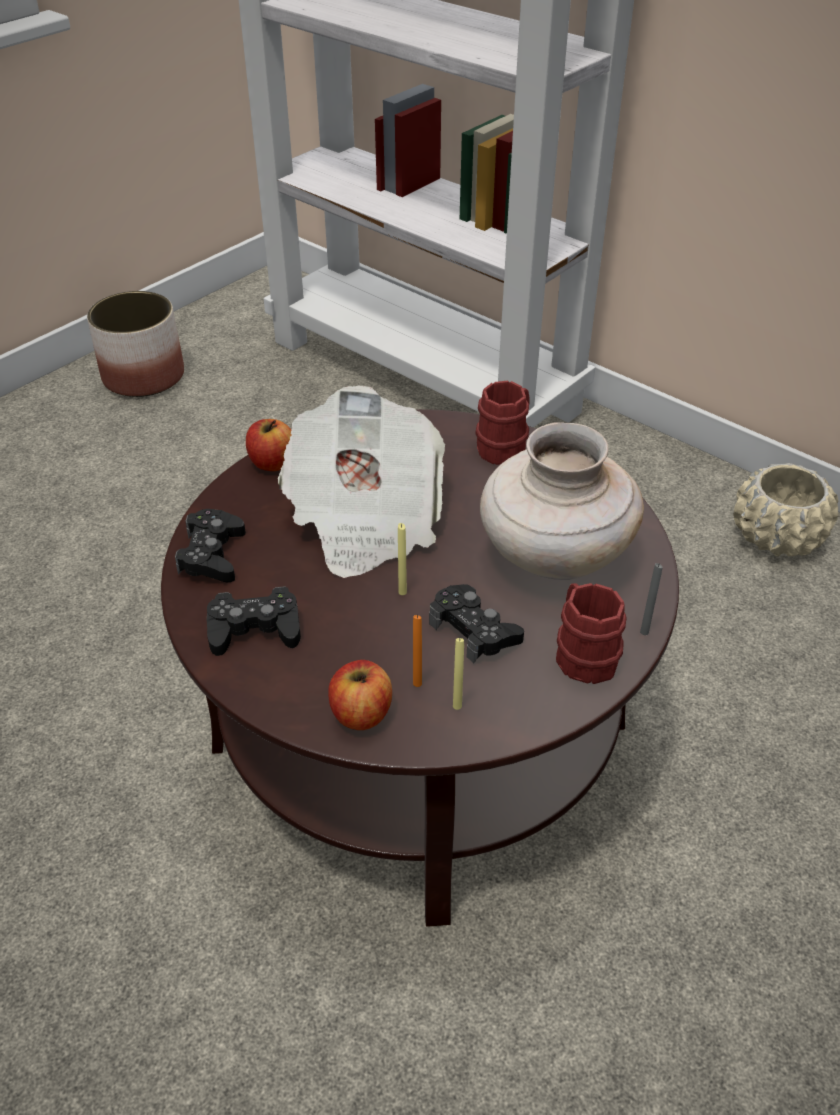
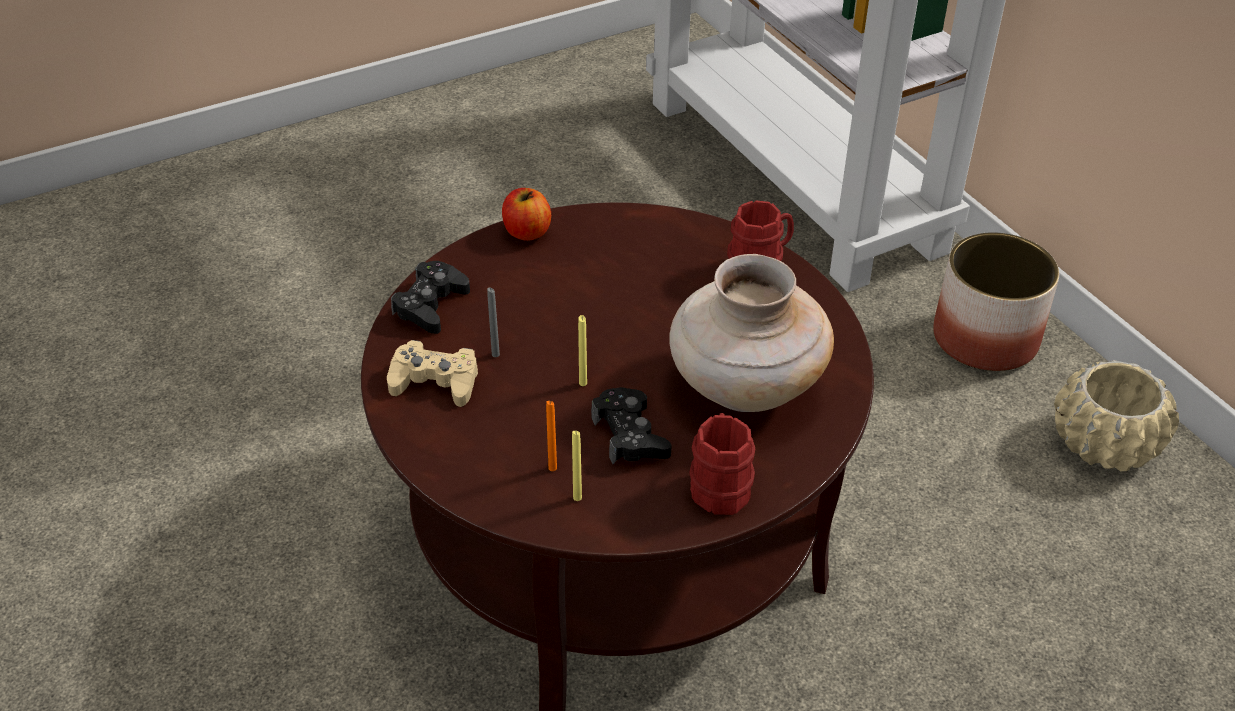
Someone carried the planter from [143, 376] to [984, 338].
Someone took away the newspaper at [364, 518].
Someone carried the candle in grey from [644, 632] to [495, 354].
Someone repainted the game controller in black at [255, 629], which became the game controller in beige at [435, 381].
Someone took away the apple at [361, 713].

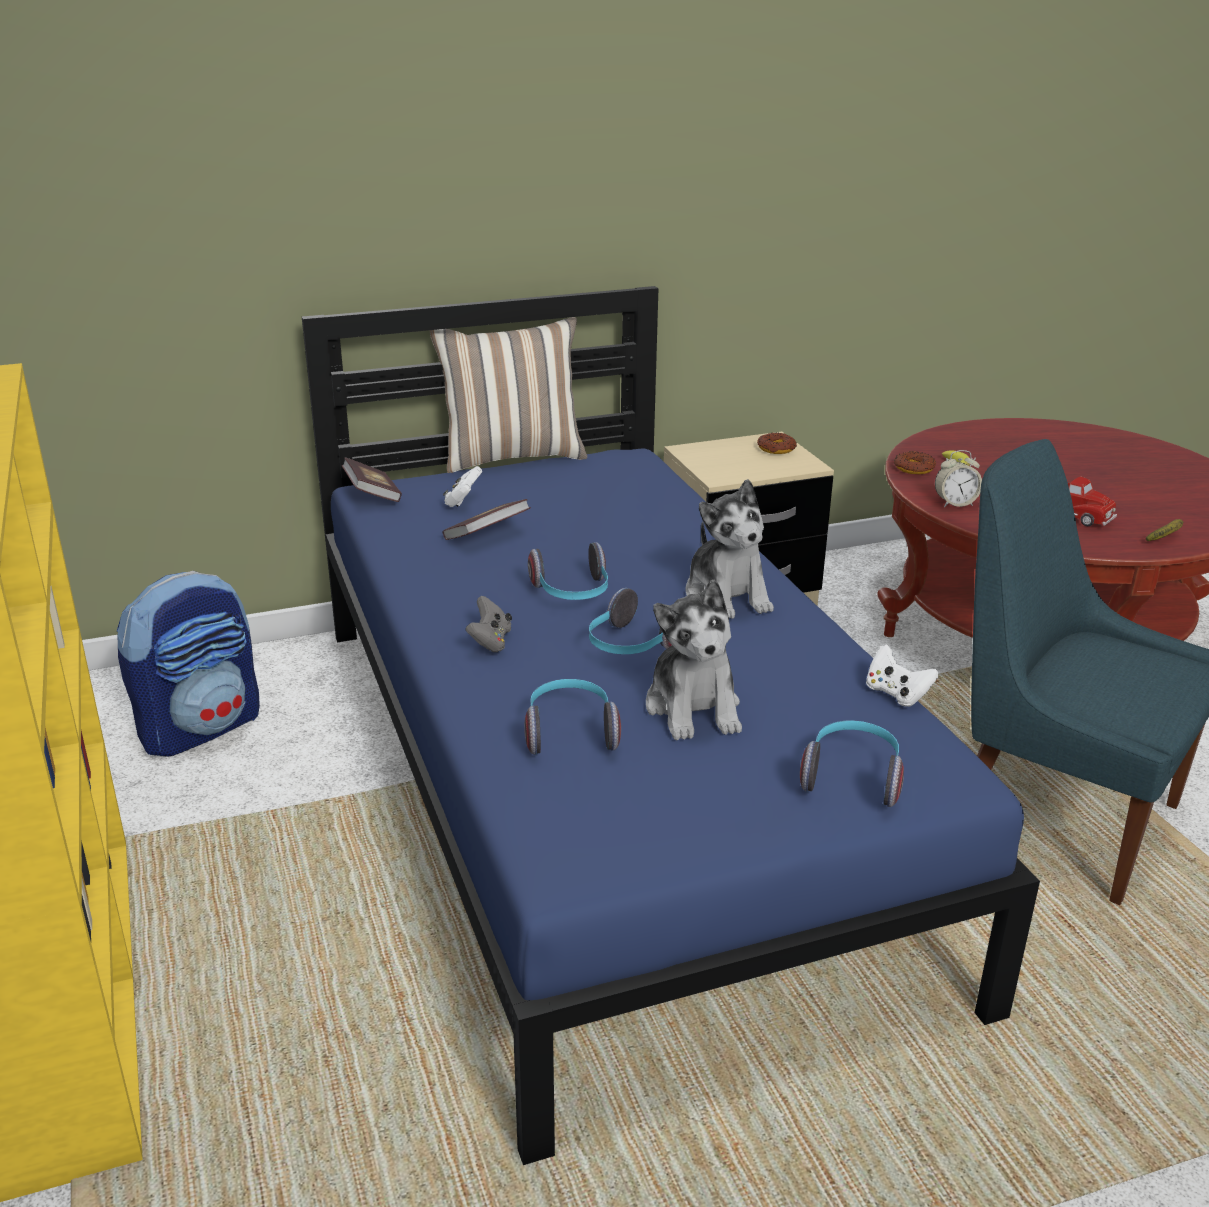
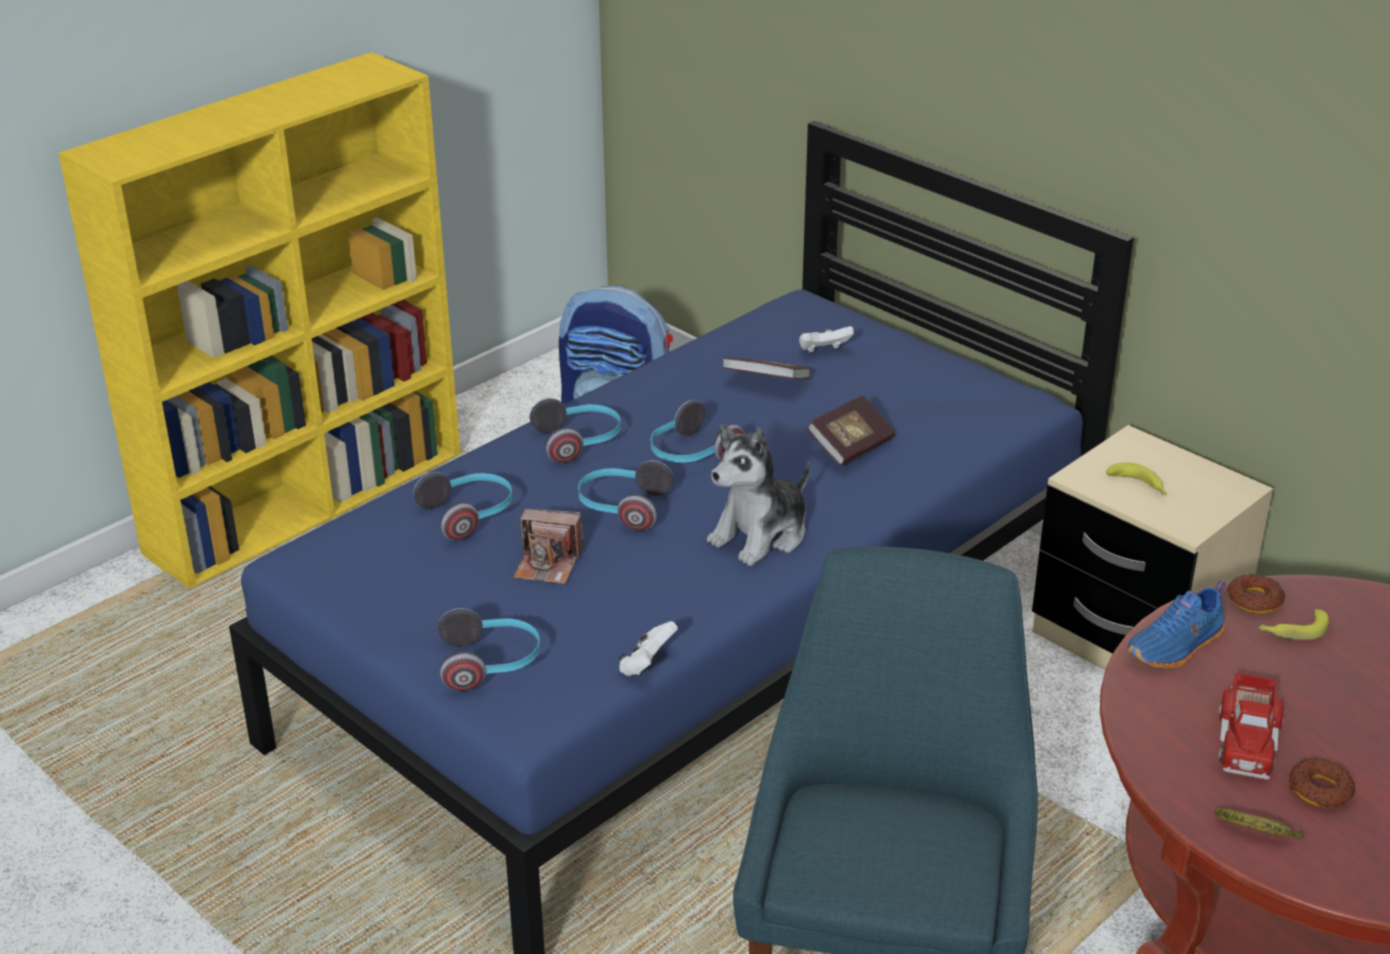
Someone took away the pillow at [512, 456].
Someone carried the donut from [776, 448] to [1320, 790].
Someone swapped the alarm clock at [955, 503] for the shoe in blue at [1176, 647].
Someone carried the book from [372, 495] to [850, 446].
Someone swapped the plush toy at [694, 708] for the photo camera at [548, 564].
Someone swapped the game controller in grey at [490, 641] for the headphones at [579, 442].
Someone put down the banana at [1139, 486].

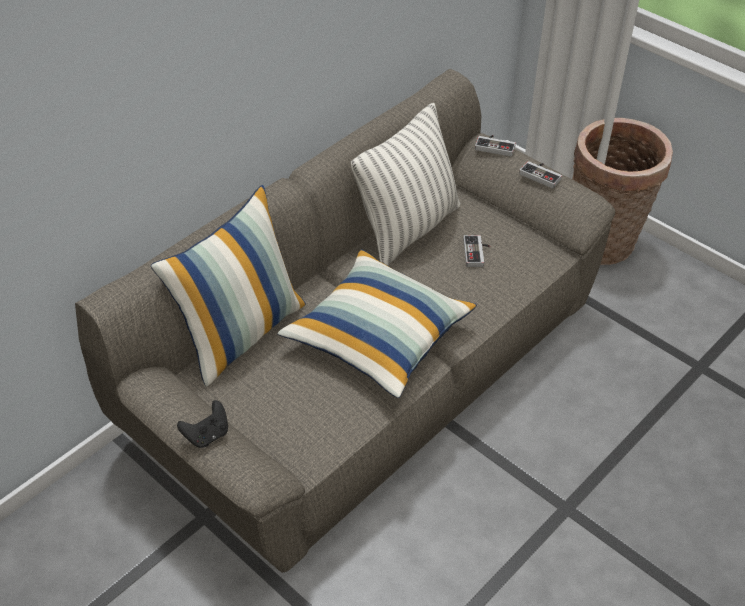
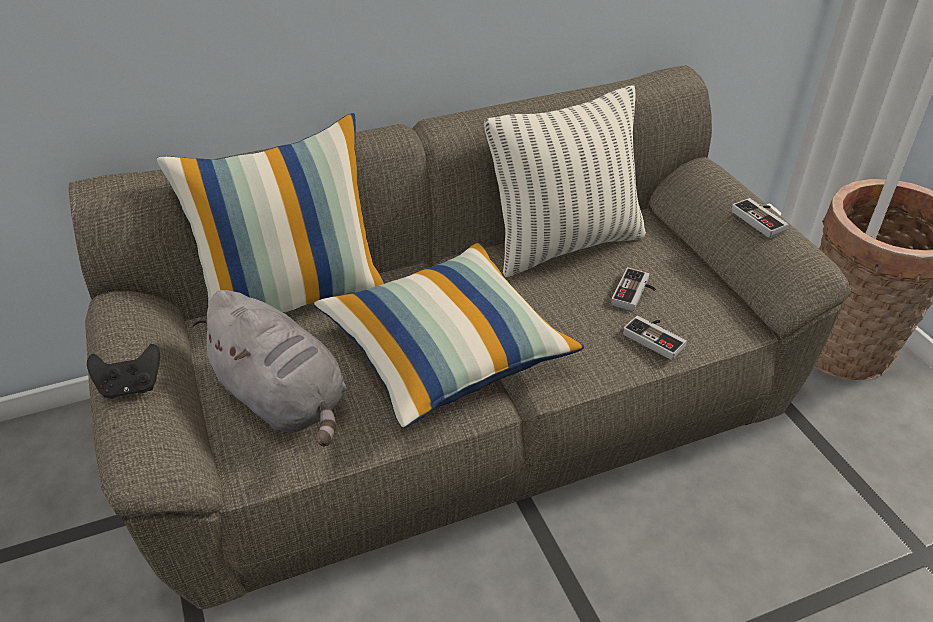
Someone carried the game controller from [495, 146] to [656, 337].
Someone put down the plush toy in grey at [284, 400].

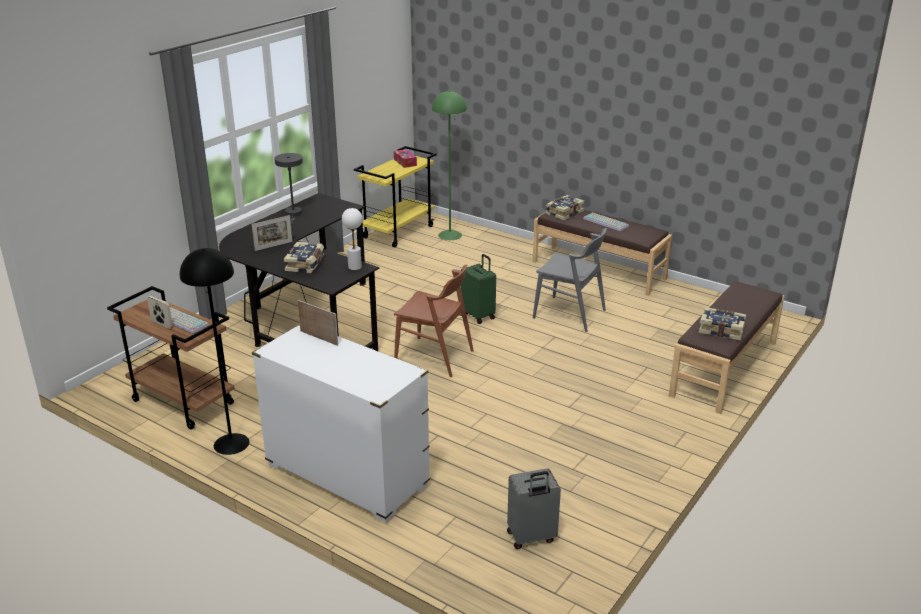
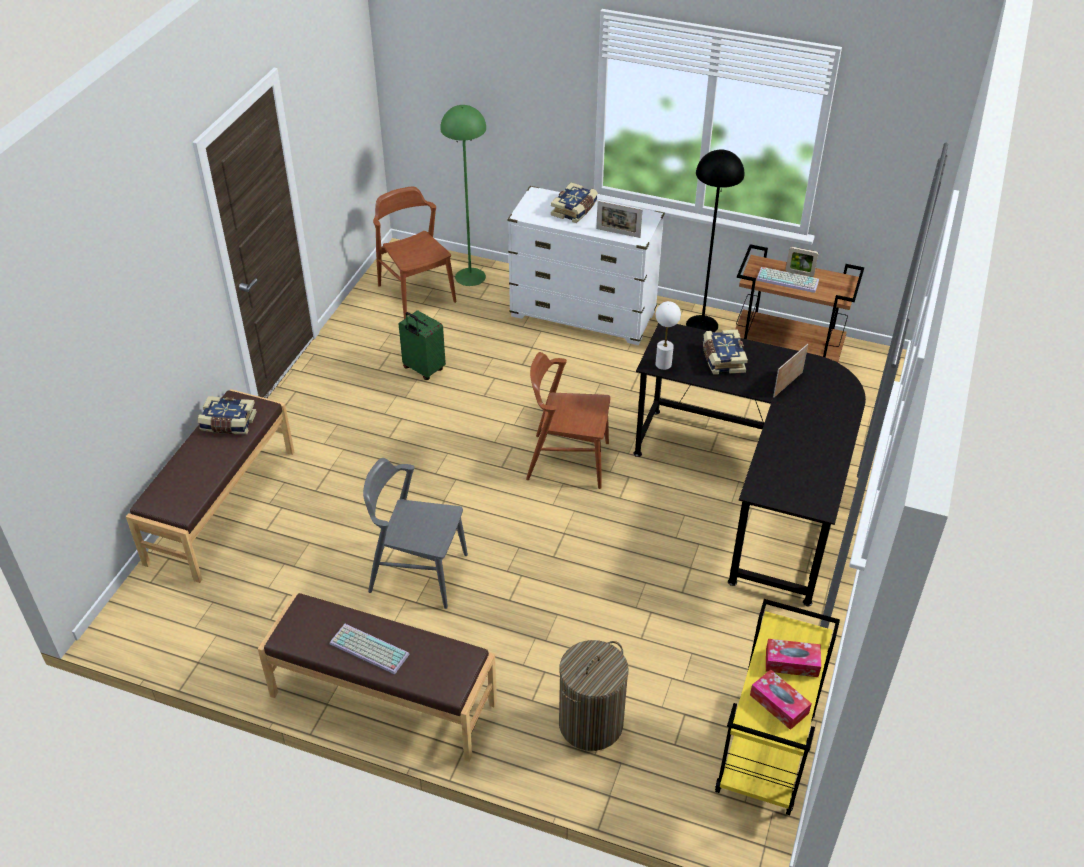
Someone carried the floor lamp in green from [449, 235] to [470, 276].
Someone took away the table lamp in grey at [293, 214].
Someone carried the book from [564, 213] to [575, 210].
Someone carried the suitcase in green from [479, 315] to [423, 369].
Someone swapped the suitcase in grey at [531, 537] for the chair in brown at [416, 293].
Someone put down the tissue box at [791, 663].
Someone put down the laundry basket at [591, 723].

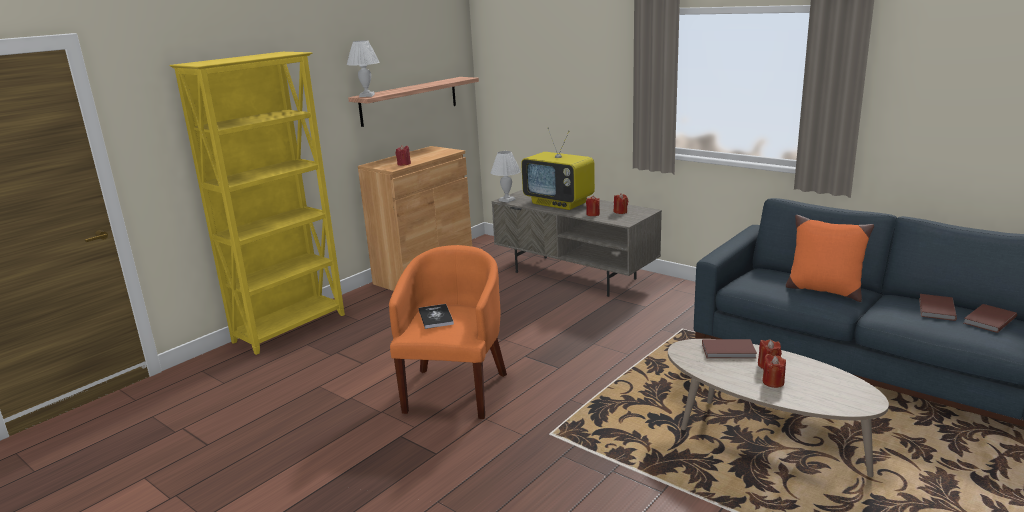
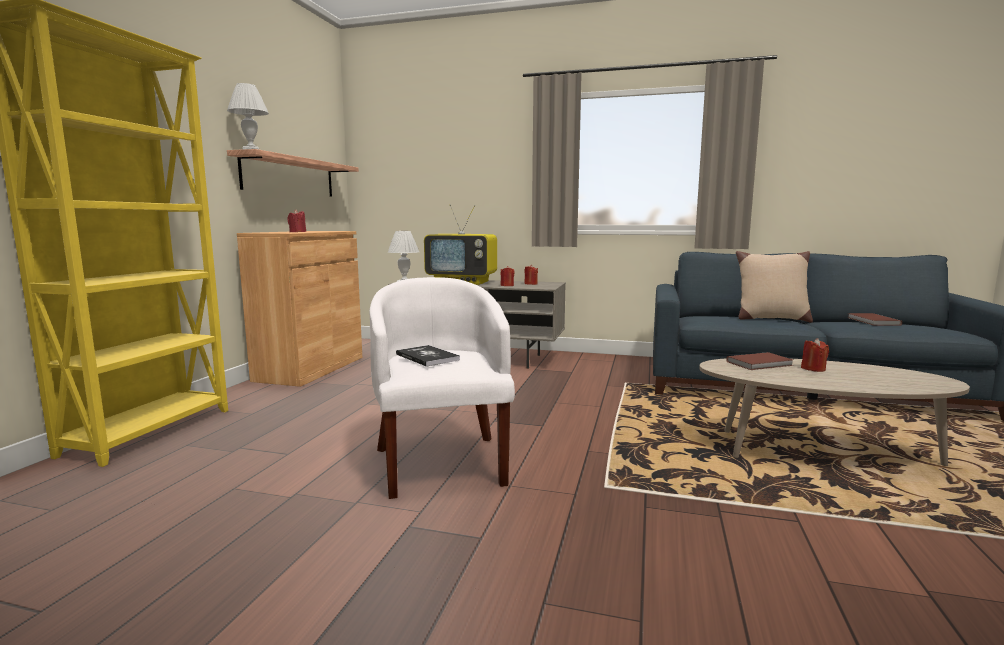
Someone repainted the pillow in orange at [823, 290], which became the pillow in beige at [770, 319].
Someone repainted the armchair in orange at [455, 390], which became the armchair in white at [441, 462].
Someone took away the book in brown at [988, 320].
Someone took away the candle in red at [773, 382].

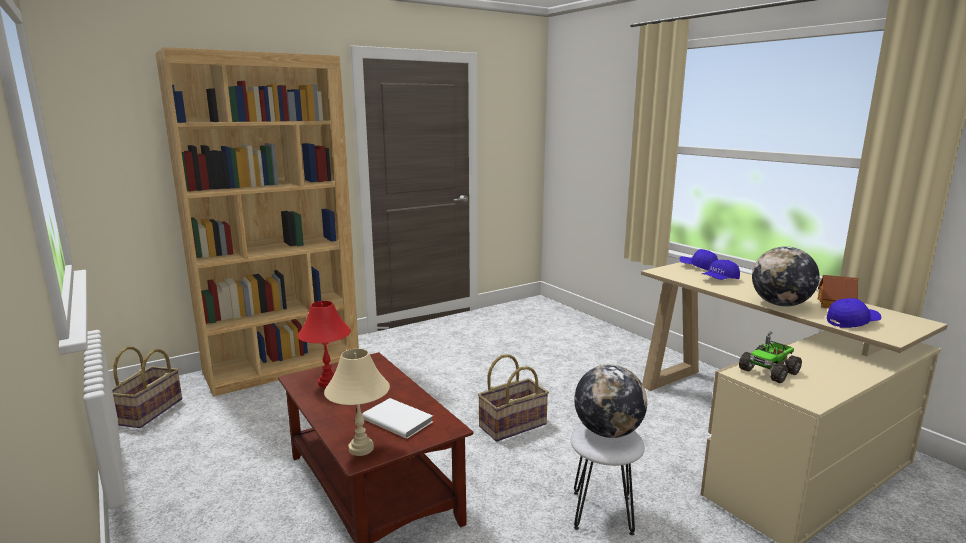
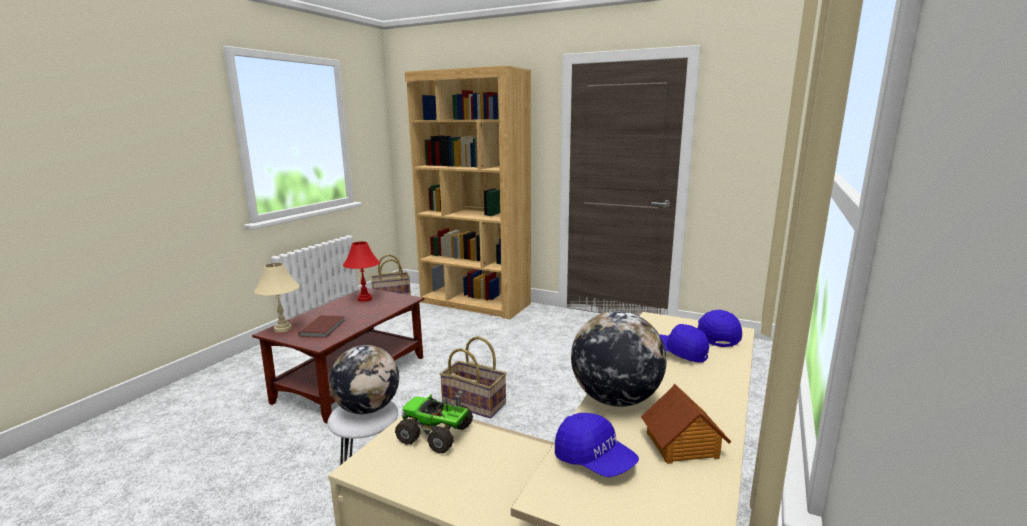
Someone repainted the book in white at [398, 419], which became the book in brown at [324, 328].

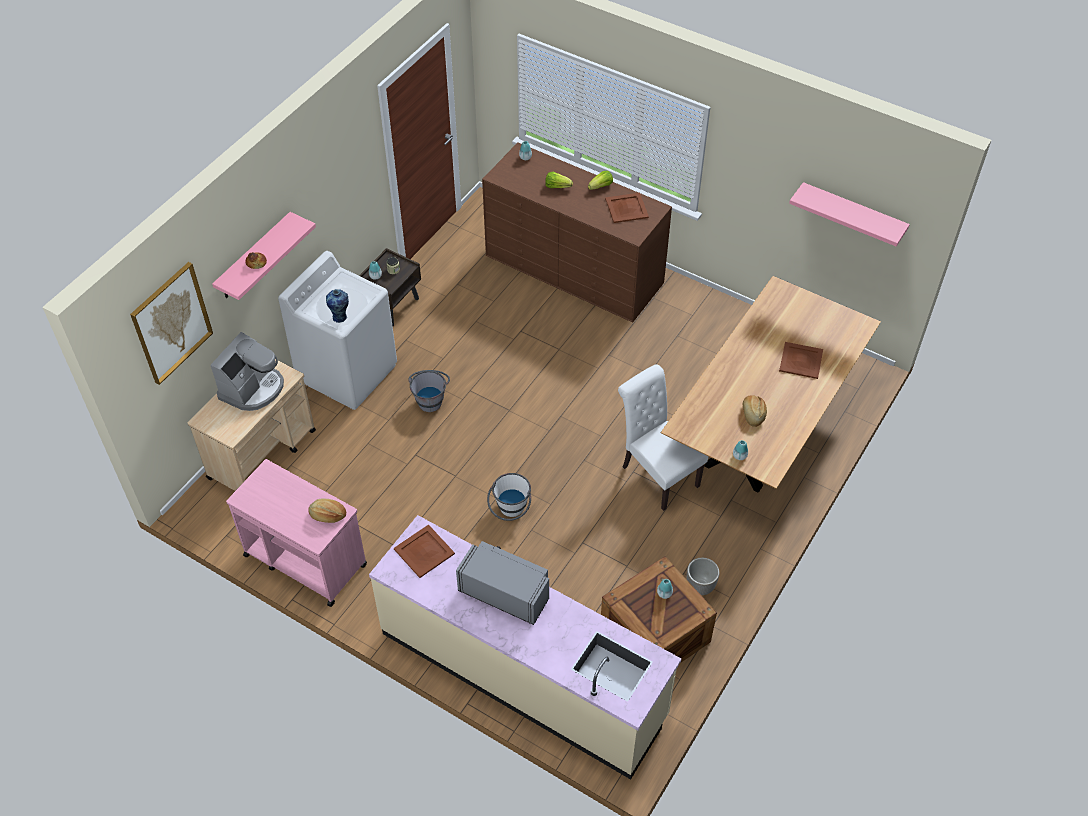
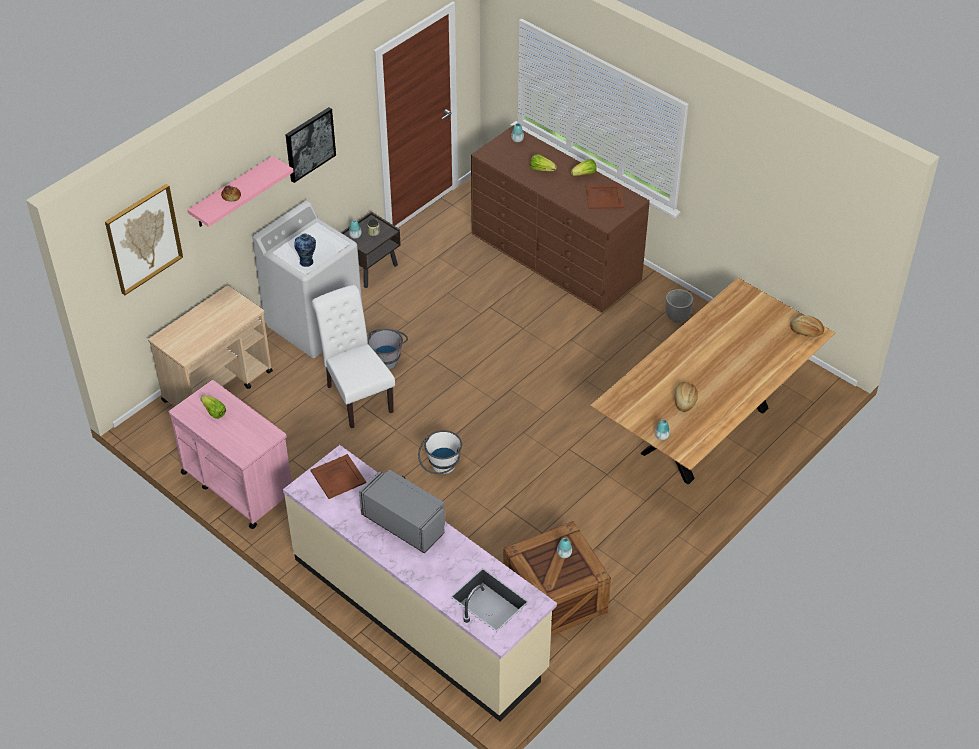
Someone took away the shelf in pink at [852, 213].
Someone took away the coffee machine at [253, 389].
Someone took away the tray in brown at [800, 360].
Someone carried the chair in white from [656, 473] to [357, 396].
Someone carried the bread from [327, 515] to [806, 331].
Someone carried the planter from [700, 586] to [677, 317].
Someone put up the picture at [309, 144].
Someone put down the lettuce at [214, 412].

